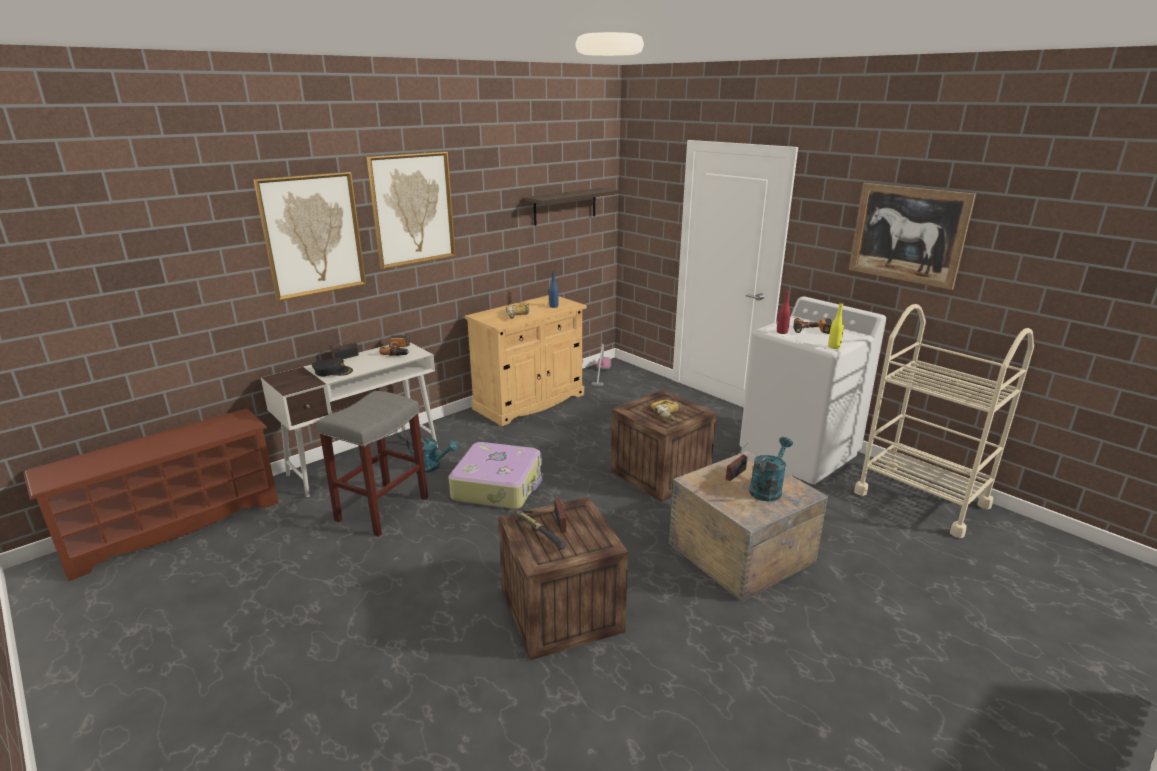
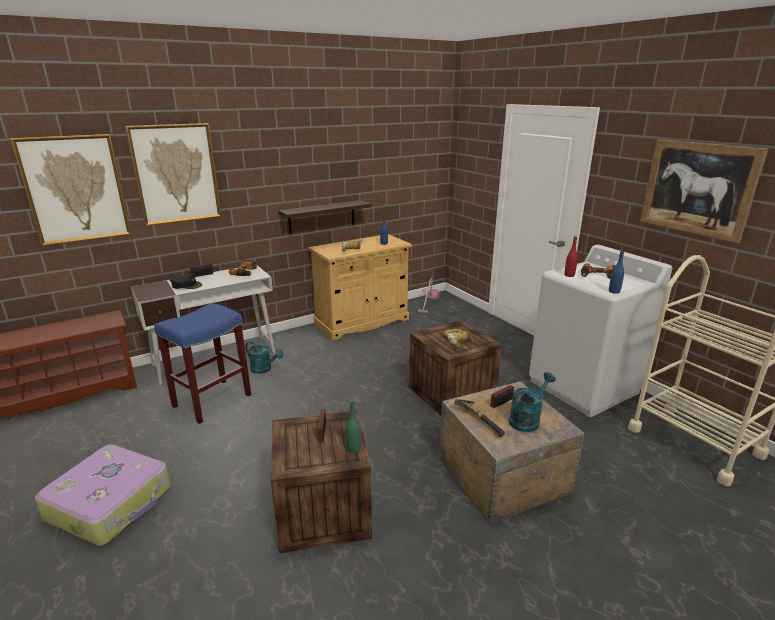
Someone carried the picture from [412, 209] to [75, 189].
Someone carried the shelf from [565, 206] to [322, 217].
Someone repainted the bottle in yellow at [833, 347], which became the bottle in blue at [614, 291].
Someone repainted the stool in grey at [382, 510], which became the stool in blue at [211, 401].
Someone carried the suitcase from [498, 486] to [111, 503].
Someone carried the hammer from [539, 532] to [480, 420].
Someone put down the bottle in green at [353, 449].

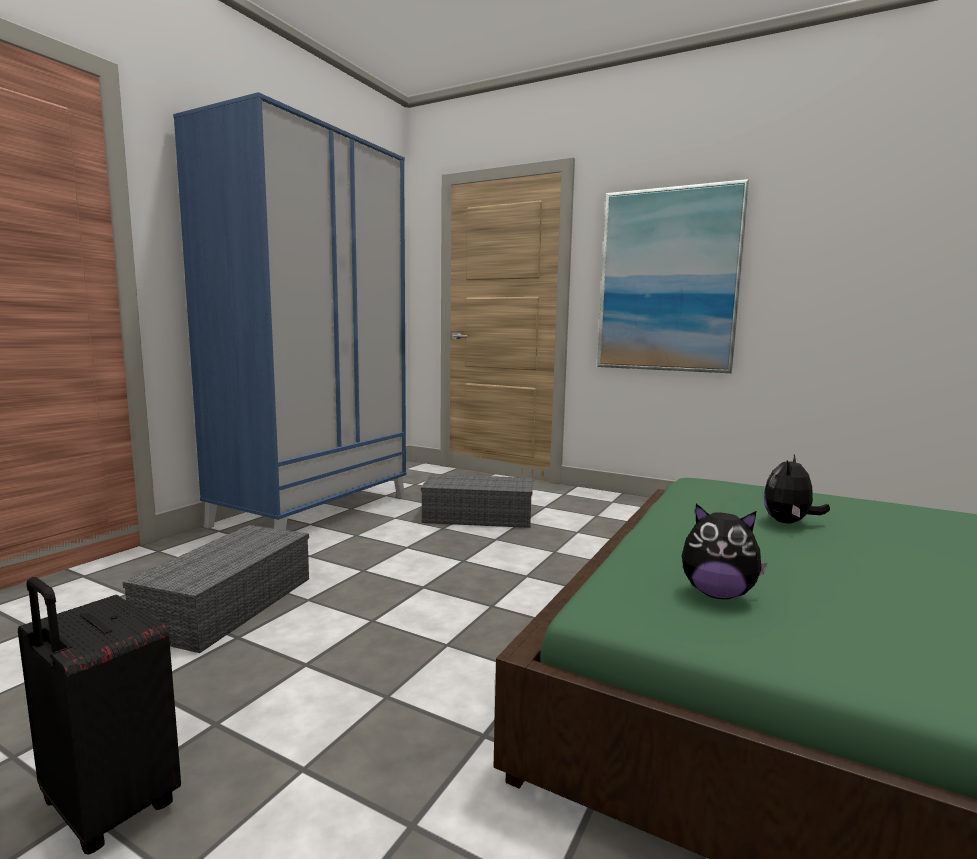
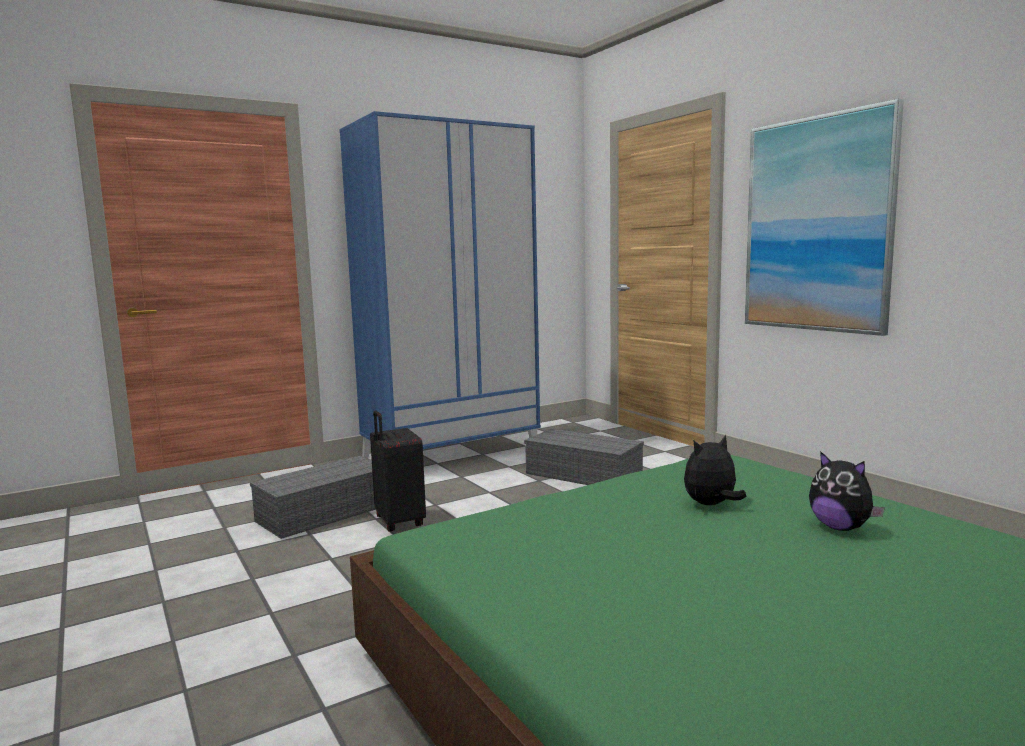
Someone carried the plush toy from [717, 594] to [841, 527].
Someone carried the suitcase in black from [106, 808] to [398, 522].

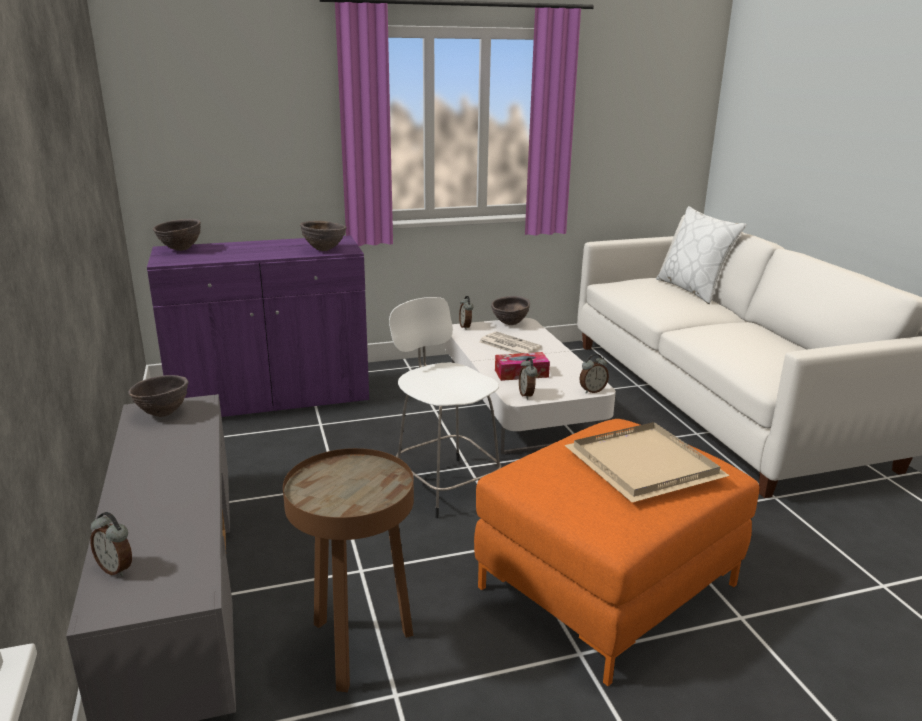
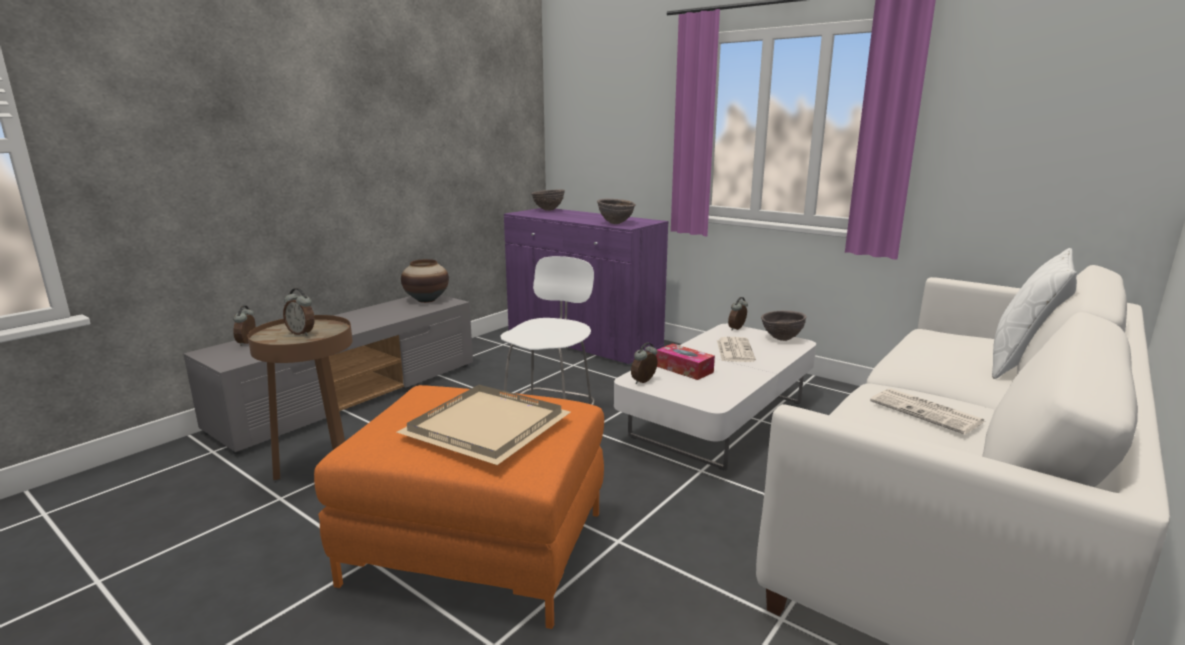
Someone carried the alarm clock from [592, 391] to [302, 333].
Someone swapped the bowl in brown at [163, 413] for the vase at [426, 300].
Someone put down the newspaper at [927, 412].

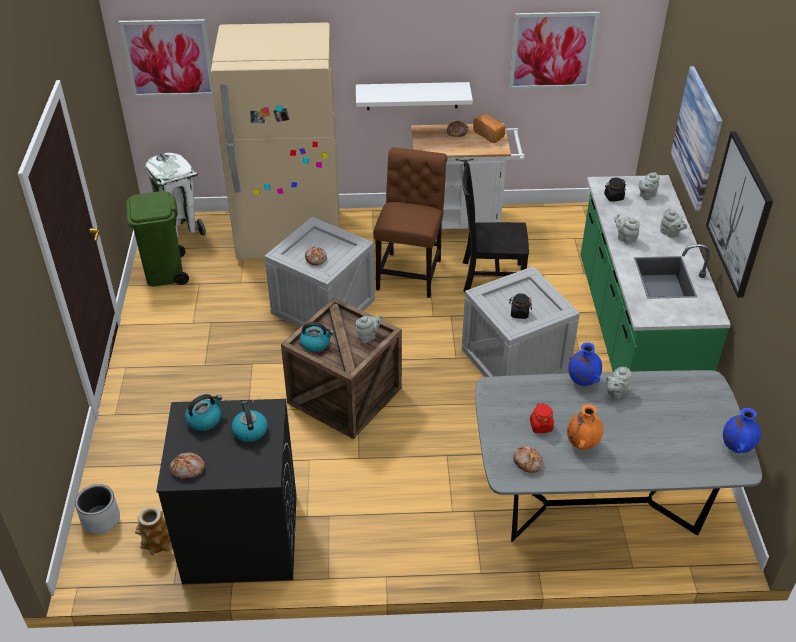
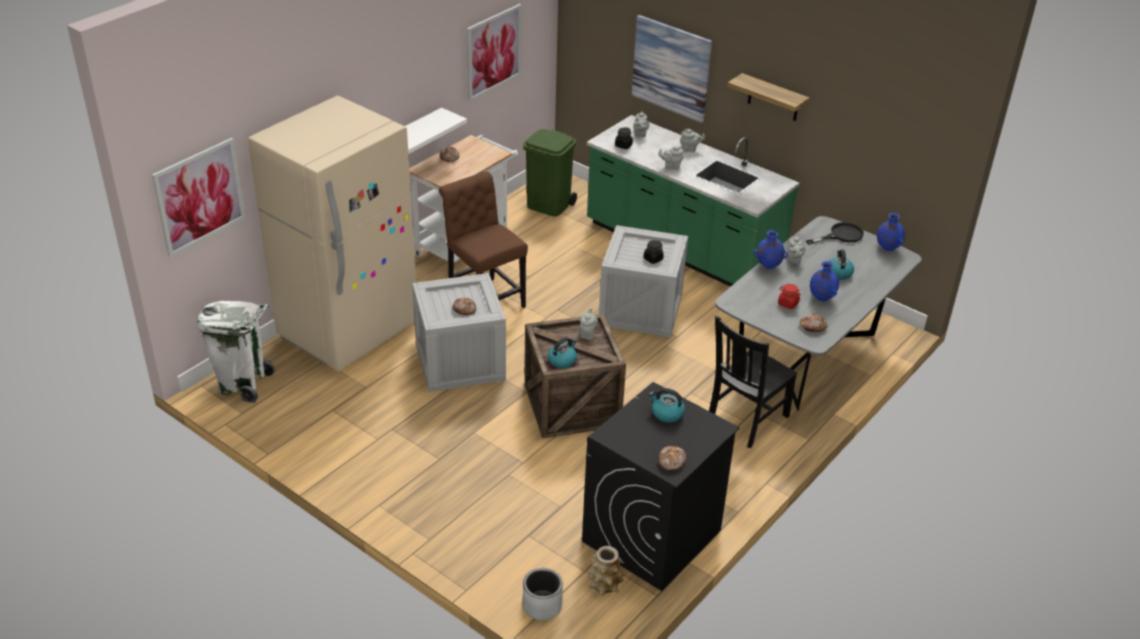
Someone took away the bread at [490, 135].
Someone swapped the picture at [739, 214] for the shelf at [773, 98].
Someone carried the chair in black from [490, 277] to [745, 420].
Someone carried the trash can in green from [165, 273] to [549, 205].
Someone carried the kettle from [204, 420] to [838, 273].
Someone repainted the vase in orange at [582, 444], which became the vase in blue at [821, 298].
Someone put down the frying pan in black at [841, 235].

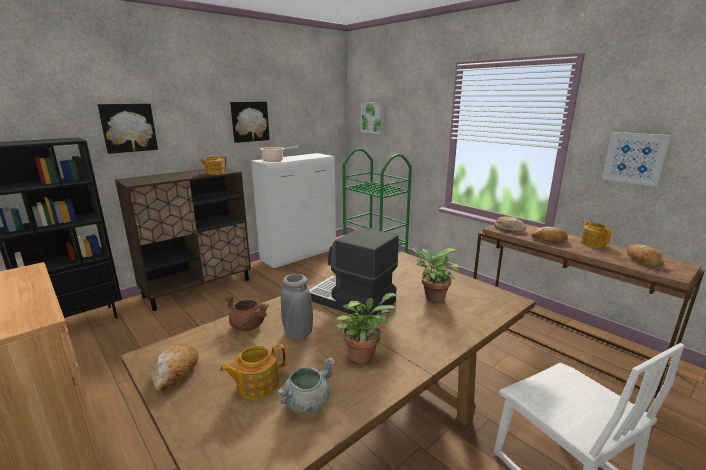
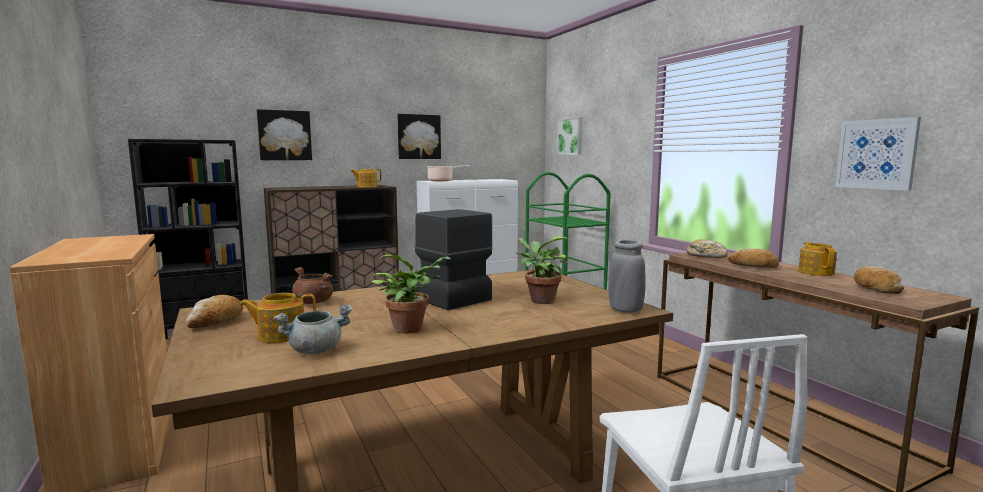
Someone carried the vase in grey from [298, 333] to [625, 310].

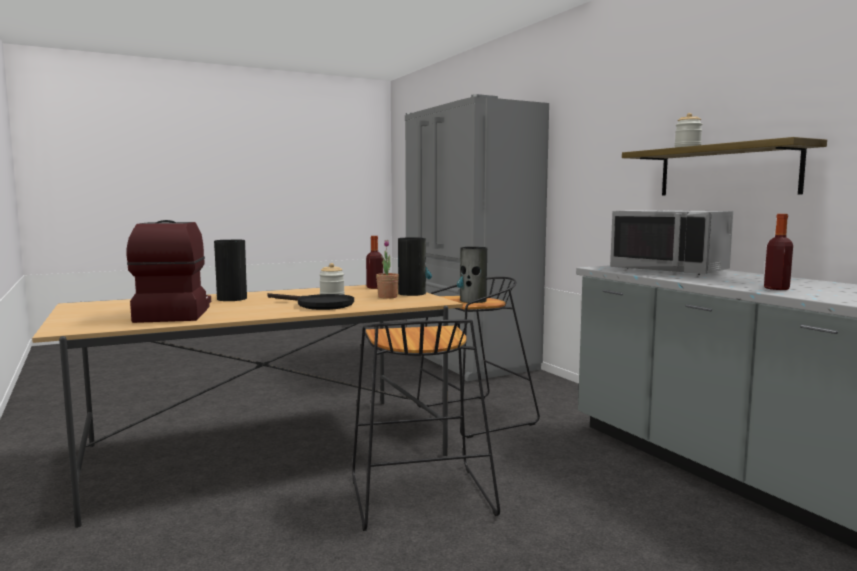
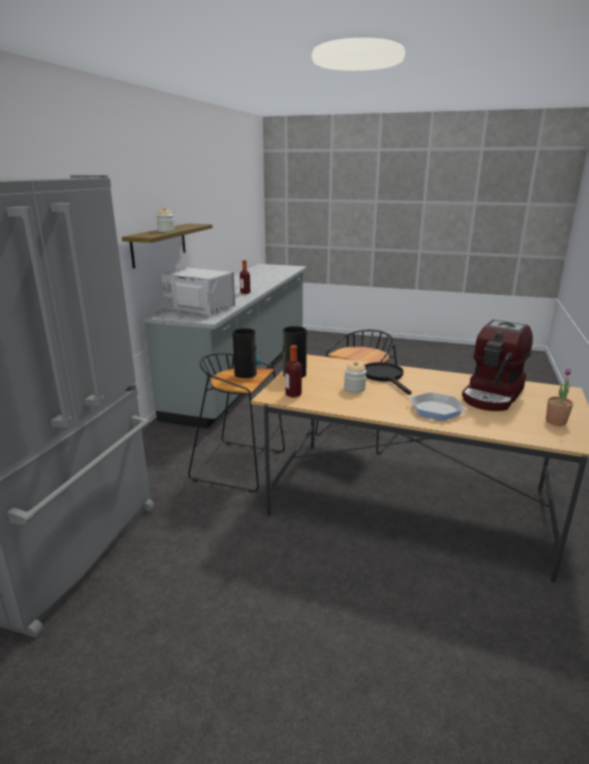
Someone rotated the microwave in grey at [670, 270] by 60 degrees counterclockwise.
Someone swapped the vase at [232, 298] for the frying pan at [436, 410].
Someone carried the potted plant from [387, 297] to [556, 421].

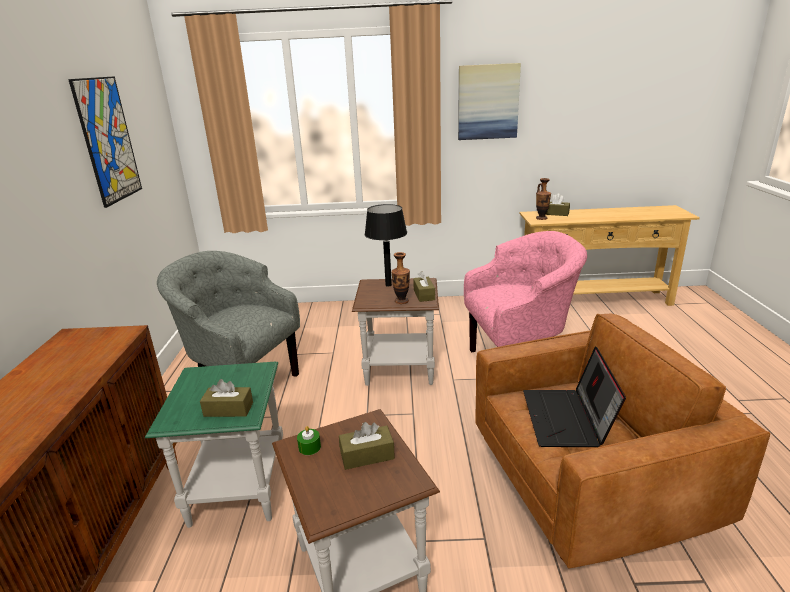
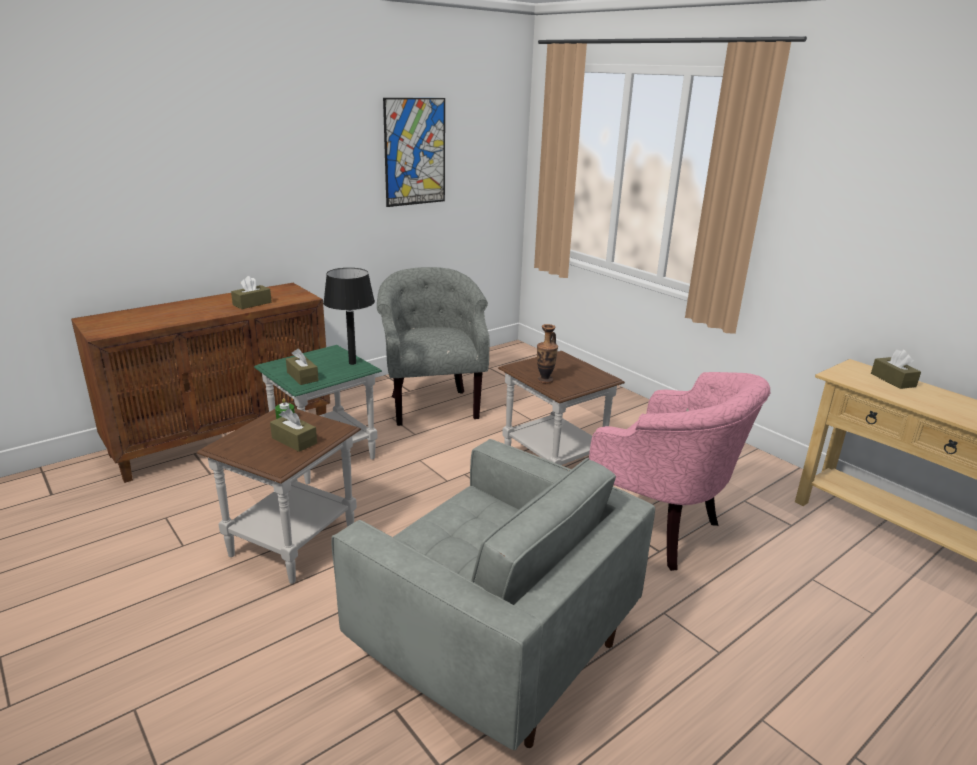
Someone took away the picture at [488, 102].
Someone took away the vase at [541, 218].
Someone carried the table lamp in black from [388, 285] to [352, 363].
Someone carried the tissue box in brown from [424, 294] to [252, 303].
Someone repainted the armchair in brown at [588, 493], which became the armchair in grey at [494, 645].
Someone took away the laptop at [568, 419].

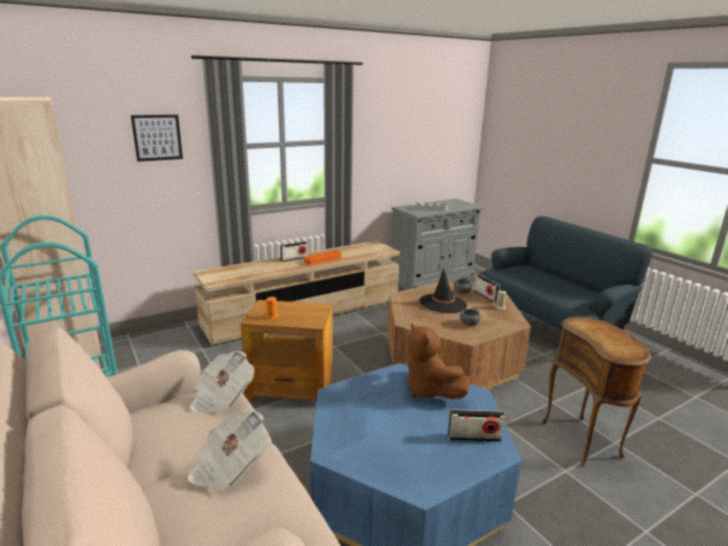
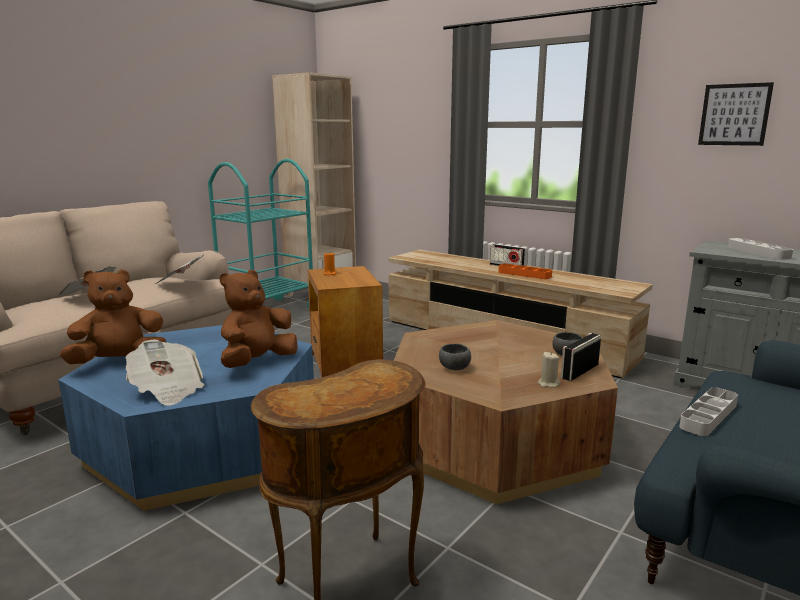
Someone carried the picture from [157, 137] to [734, 114].
Someone took away the hat in black at [442, 303].
Someone swapped the radio at [474, 437] for the newspaper at [167, 390].
Someone put down the plush toy in brown at [119, 361].
Someone put down the tray in grey at [708, 416].

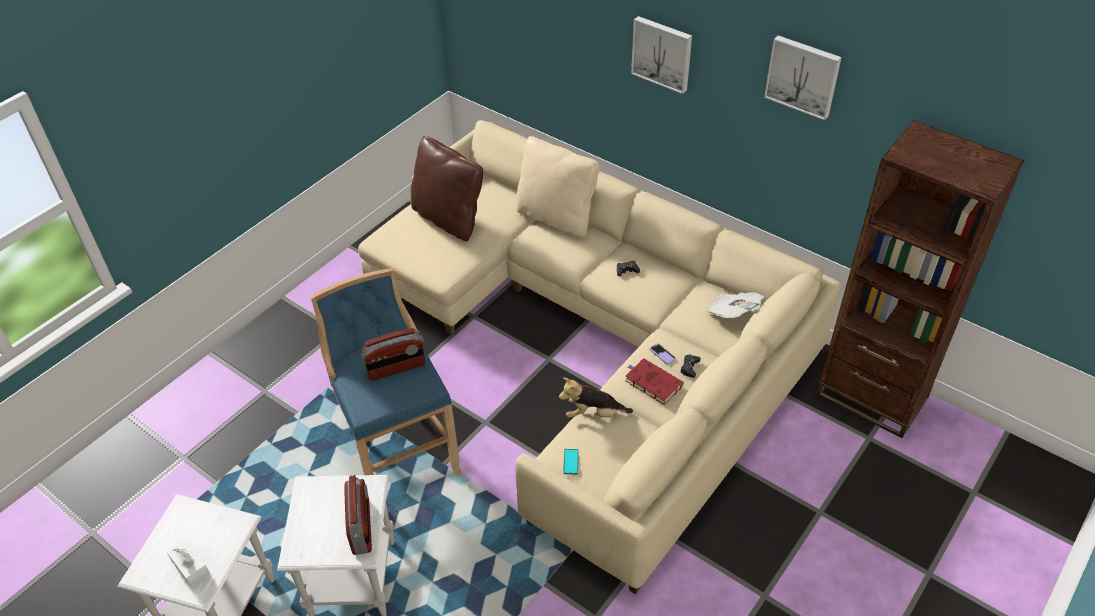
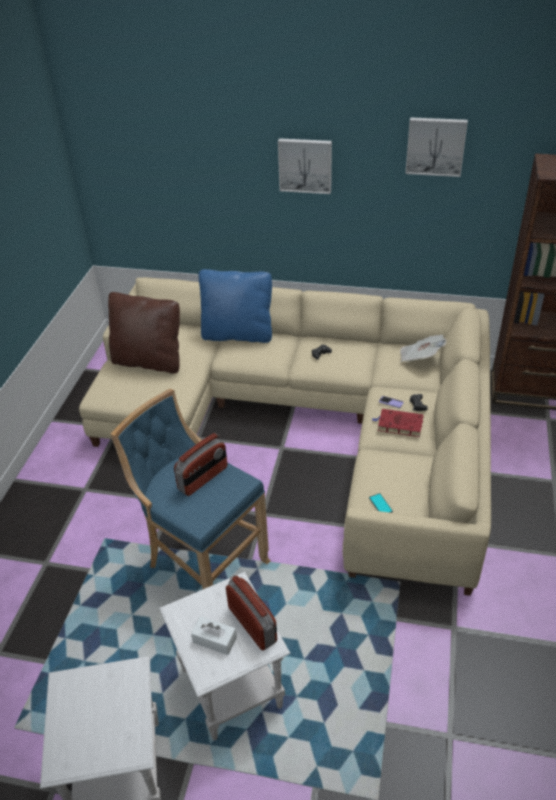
Someone repainted the pillow in beige at [556, 217], which became the pillow in blue at [237, 334].
Someone took away the plush toy at [593, 414].
Someone carried the tissue box in white from [190, 567] to [214, 640].

